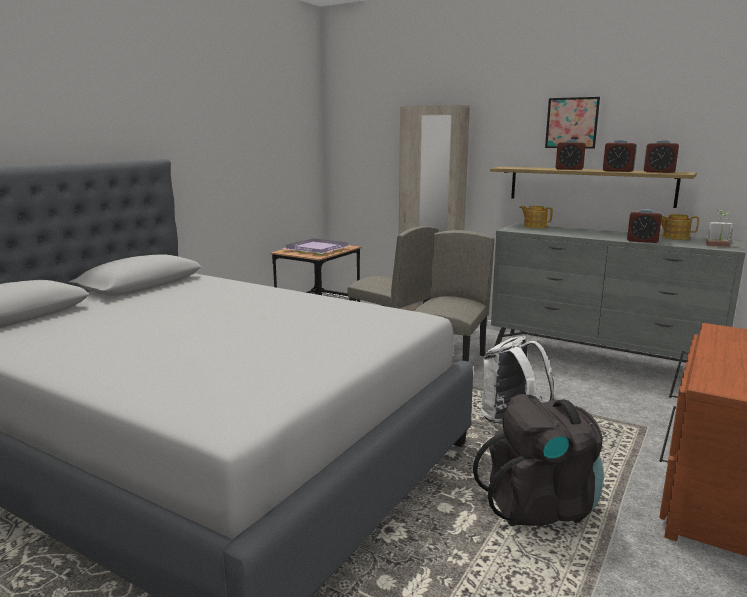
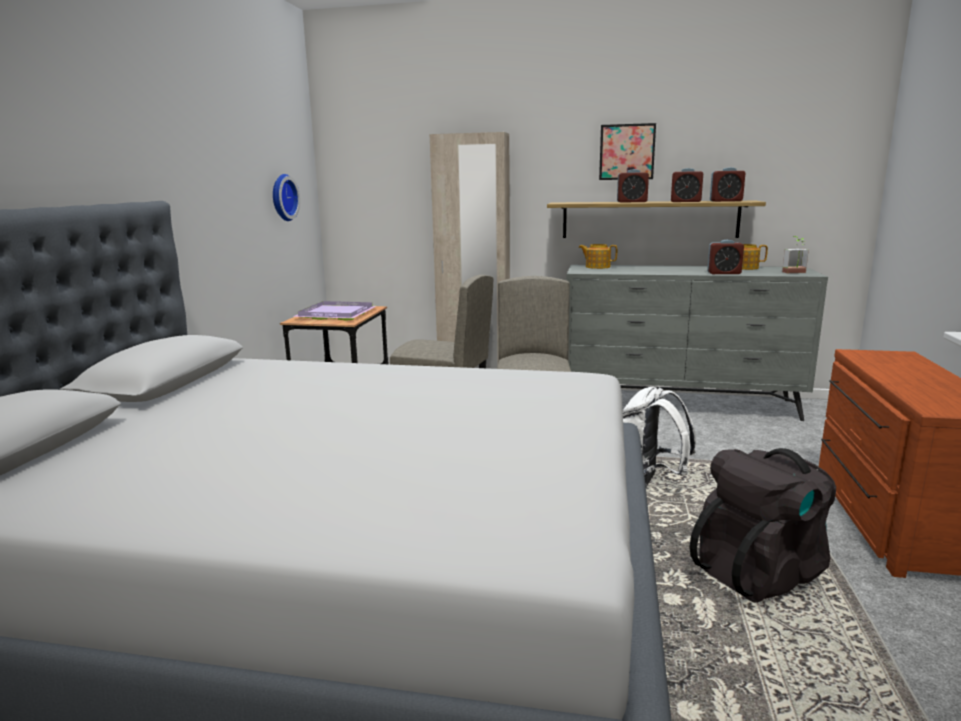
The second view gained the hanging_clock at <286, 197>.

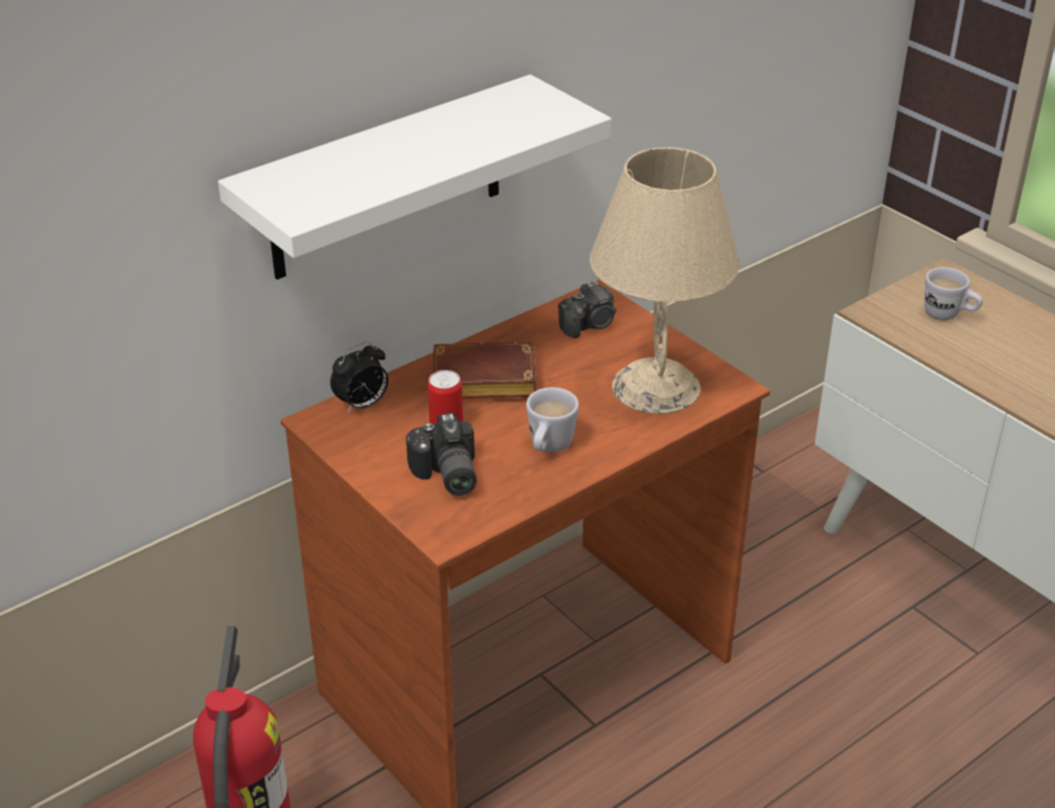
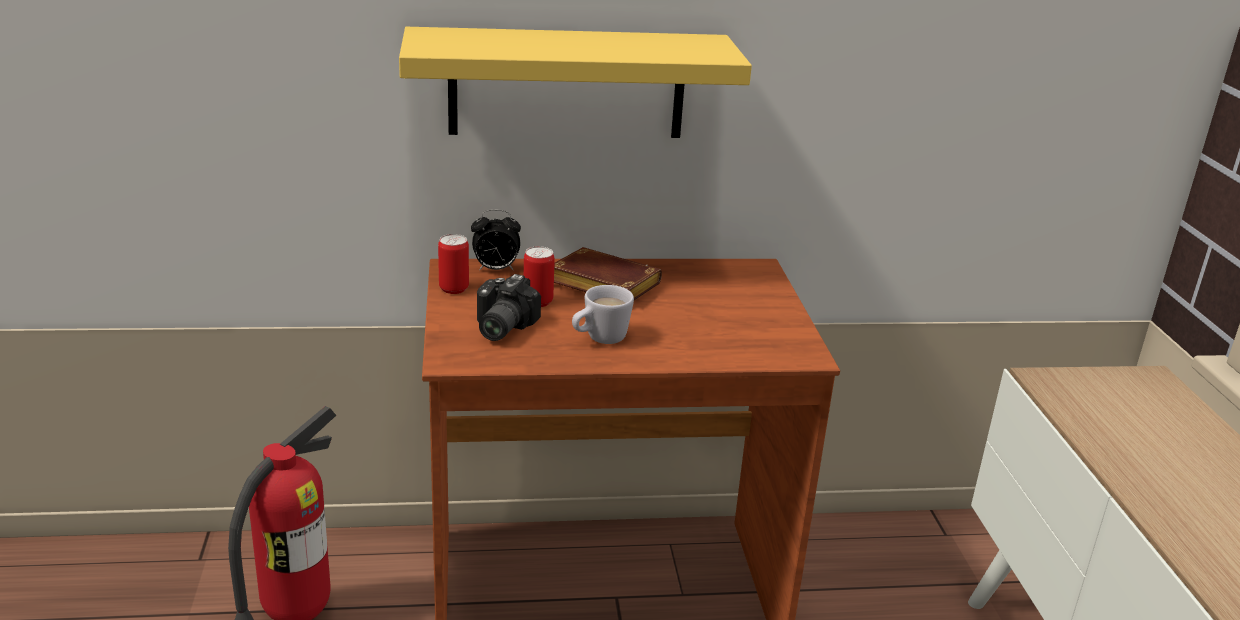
What was the white_wall_shelf at <414, 177> turned into the yellow-coloured_wall_shelf at <575, 82>. The second view lost the still_camera at <587, 309>. The second view lost the beige-coloured_tabletop_lamp at <664, 280>. The second view lost the white_coffee_mug at <954, 293>. The second view gained the sealed_can at <453, 264>.

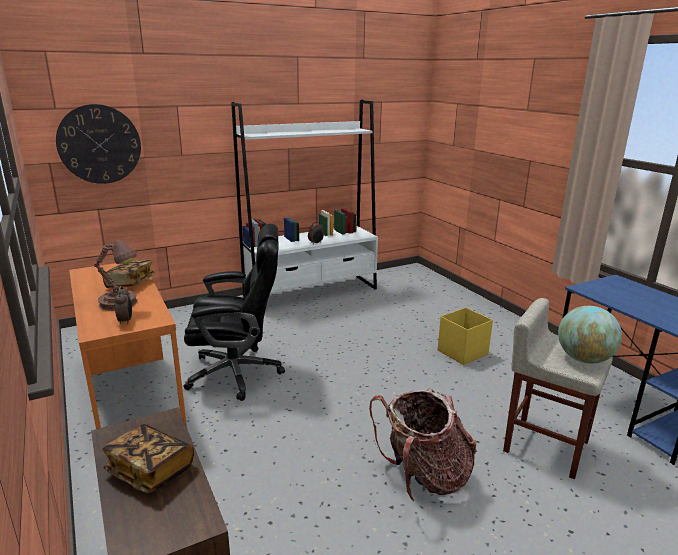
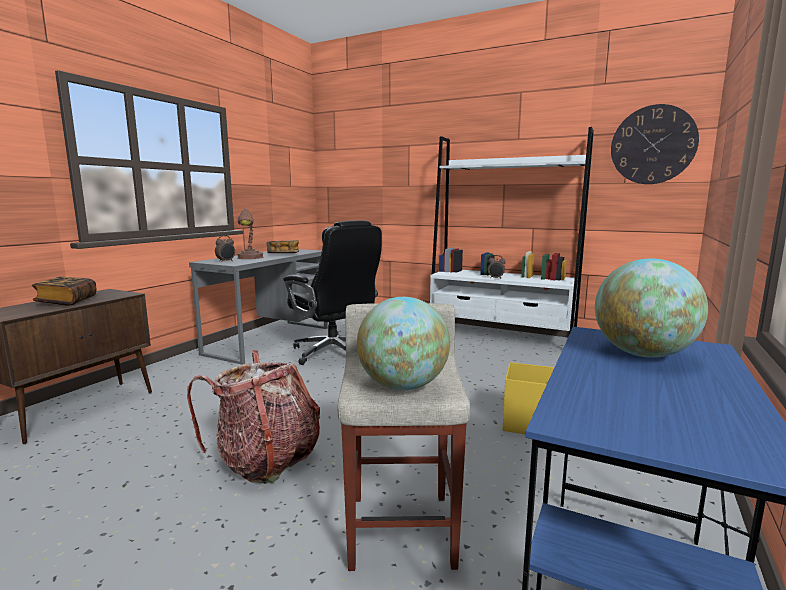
The hanging_clock ended up elsewhere, having gone from <98, 144> to <655, 144>. What was the orangey_desk_table at <128, 346> turned into the greyish_desk_table at <258, 307>. The second view gained the desk_globe at <651, 308>.

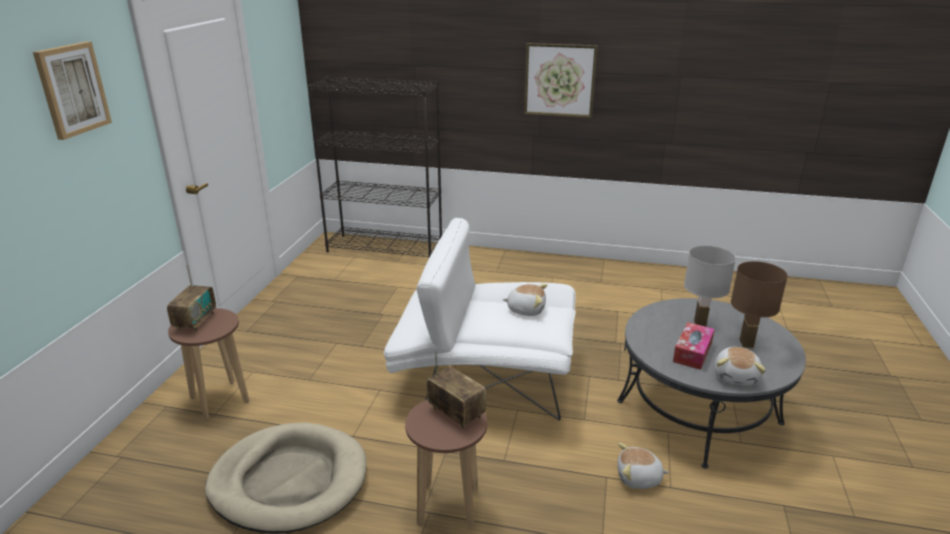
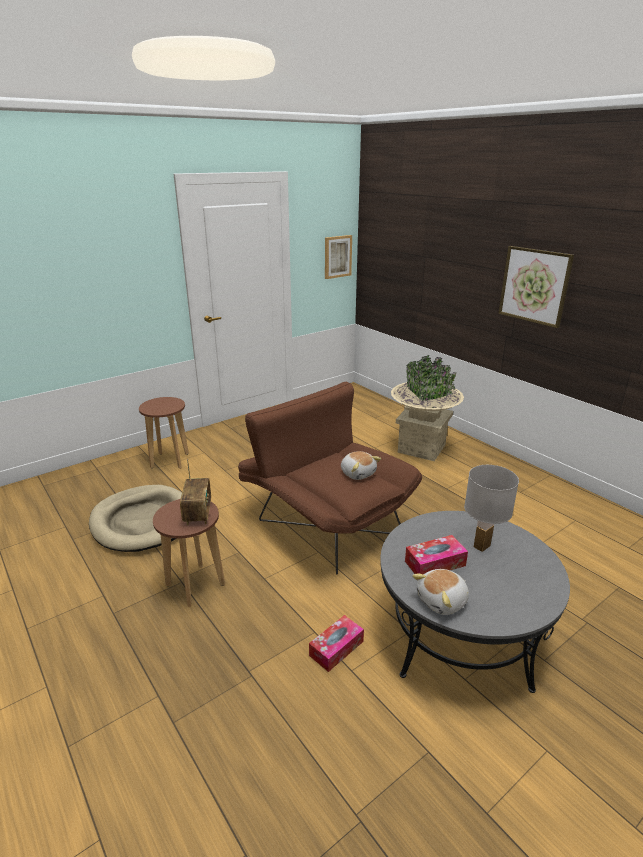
The picture ended up elsewhere, having gone from <72, 91> to <338, 257>. The second view lost the radio_receiver at <191, 298>. The second view lost the black_shelving_unit at <374, 167>. What was the white_lounge_chair at <480, 319> turned into the brown-coloured_lounge_chair at <330, 478>. Where the soft_toy stood at <643, 466>, the tissue_holder came to stand at <336, 643>. The second view lost the brown-coloured_tabletop_lamp at <759, 304>. The second view gained the beige-coloured_planter at <427, 408>.

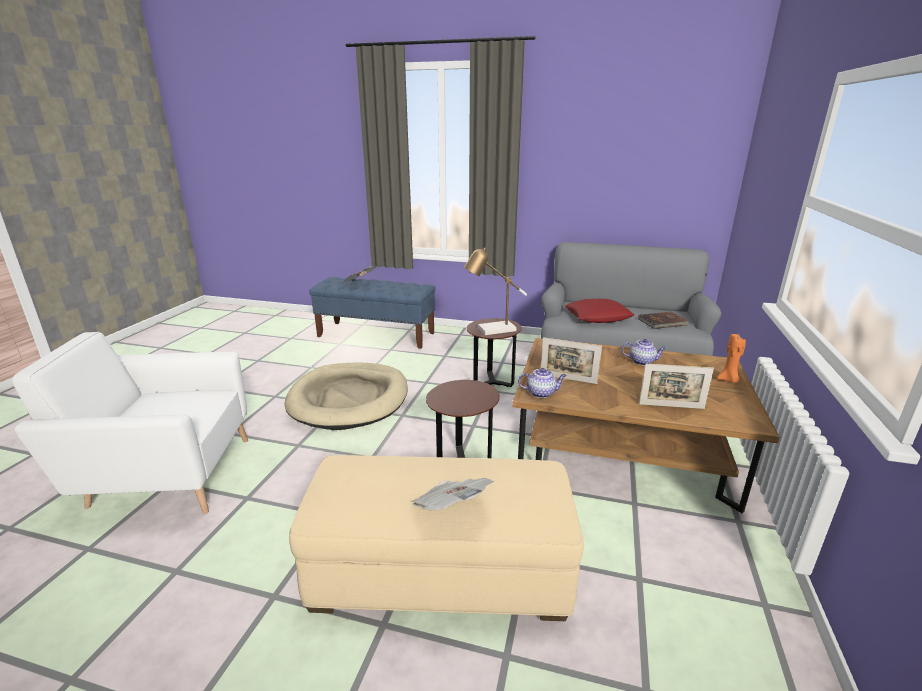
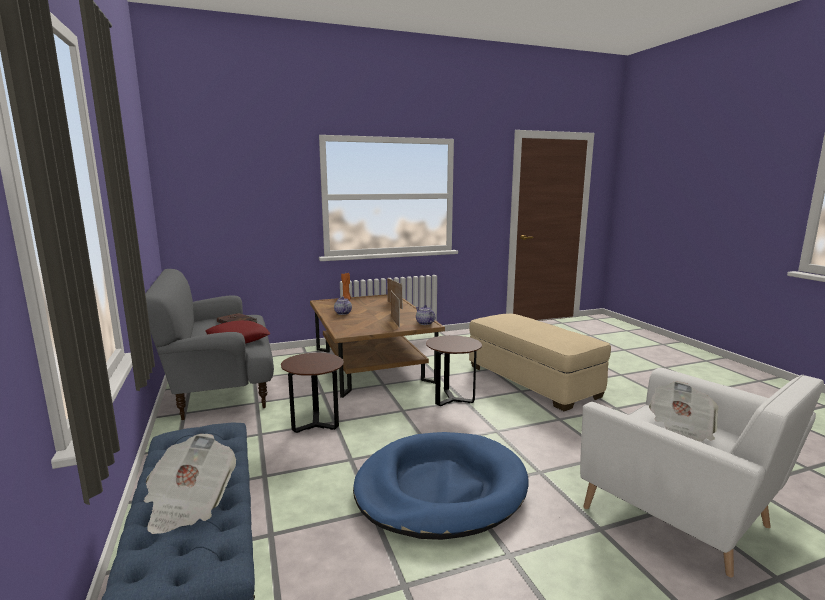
What was the beige-coloured_dog_bed at <346, 396> turned into the blue_dog_bed at <441, 486>. The printed_paper ended up elsewhere, having gone from <452, 494> to <684, 411>. The second view lost the tabletop_lamp at <495, 291>.

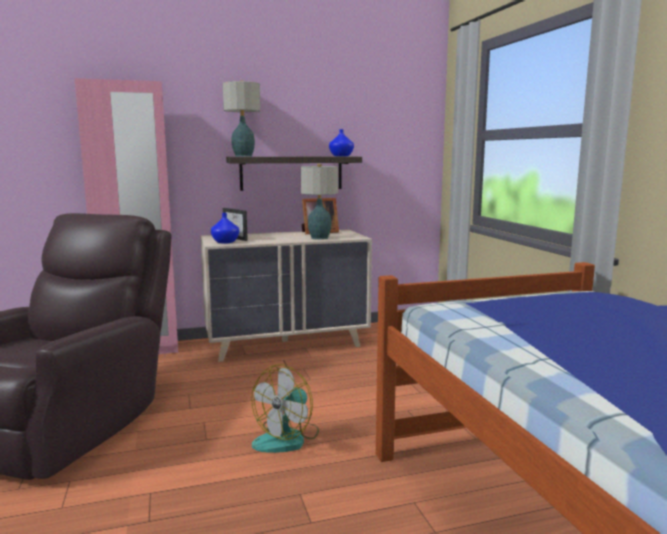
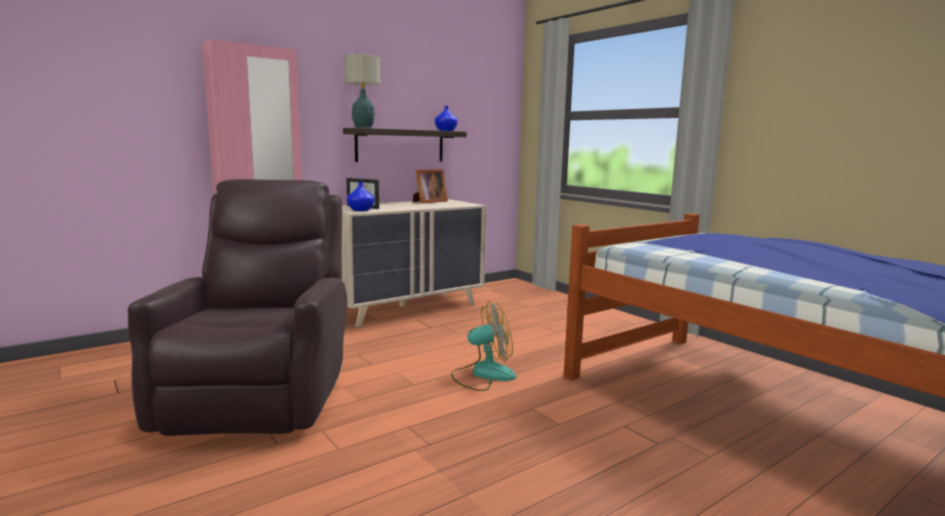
The cooling_fan at <285, 409> ended up facing another way, 120 degrees counterclockwise from before. The second view lost the tabletop_lamp at <319, 202>.

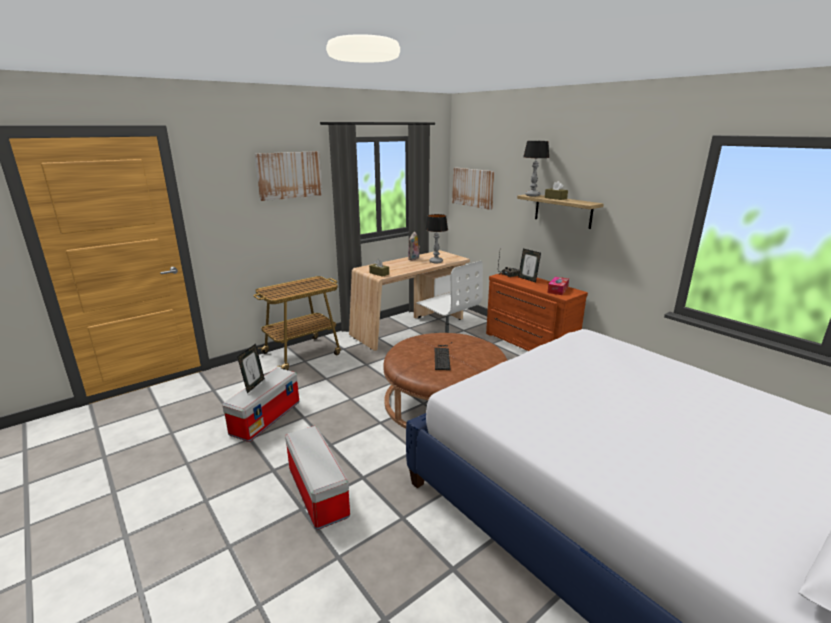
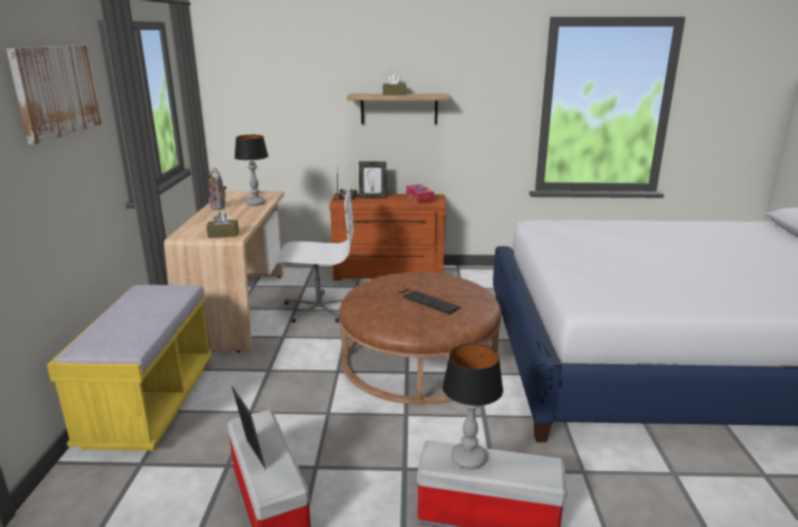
Where the cart stood at <297, 323>, the yellow-coloured_long_seat came to stand at <129, 368>. The second view lost the picture at <473, 188>. The tabletop_lamp ended up elsewhere, having gone from <536, 168> to <472, 406>.

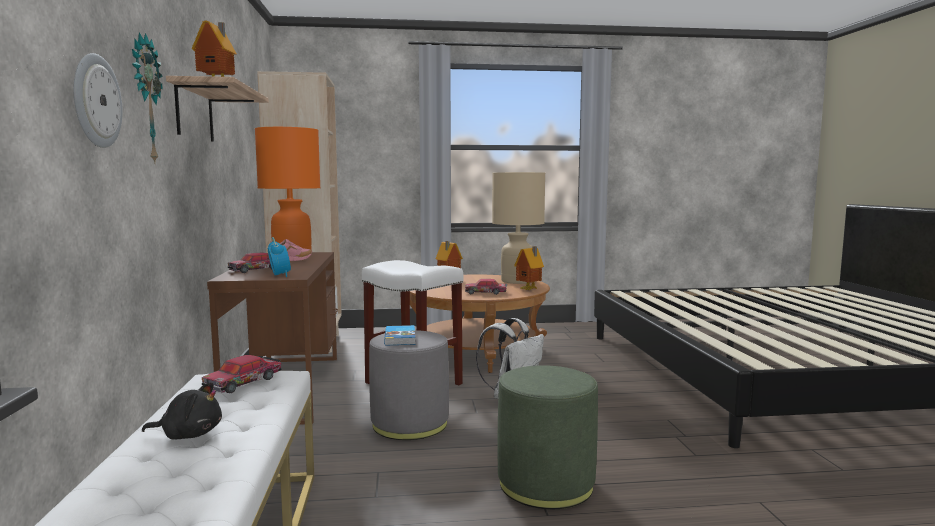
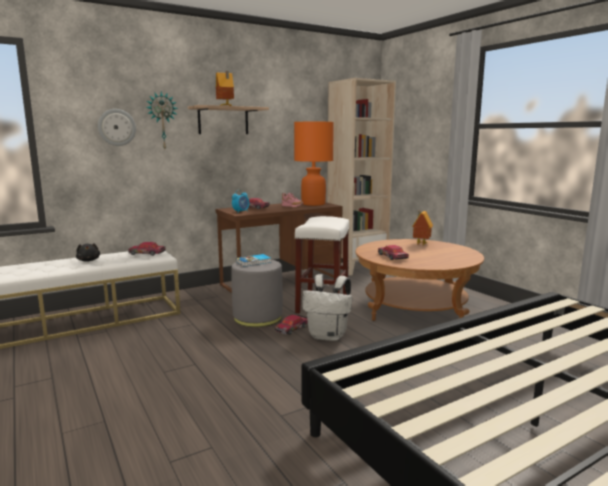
The second view lost the beige-coloured_tabletop_lamp at <518, 228>. The second view lost the greenish_pouffe at <548, 437>. The second view lost the toy_house at <529, 268>. The second view gained the miniature_car at <291, 325>.

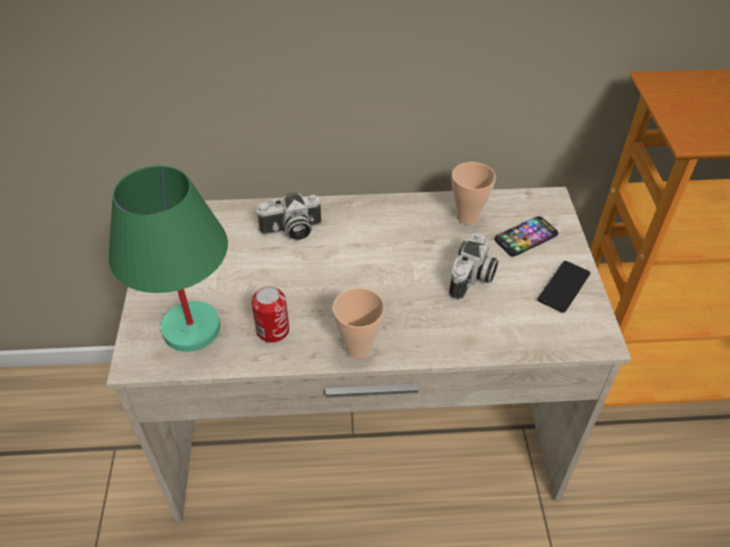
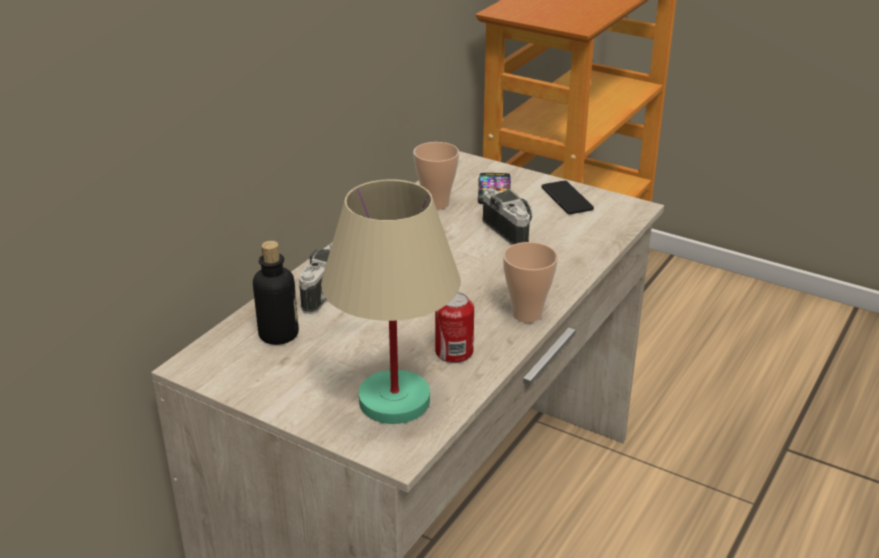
What was the greenish_tabletop_lamp at <168, 258> turned into the beige-coloured_tabletop_lamp at <391, 302>. The second view gained the beverage_bottle at <276, 293>.

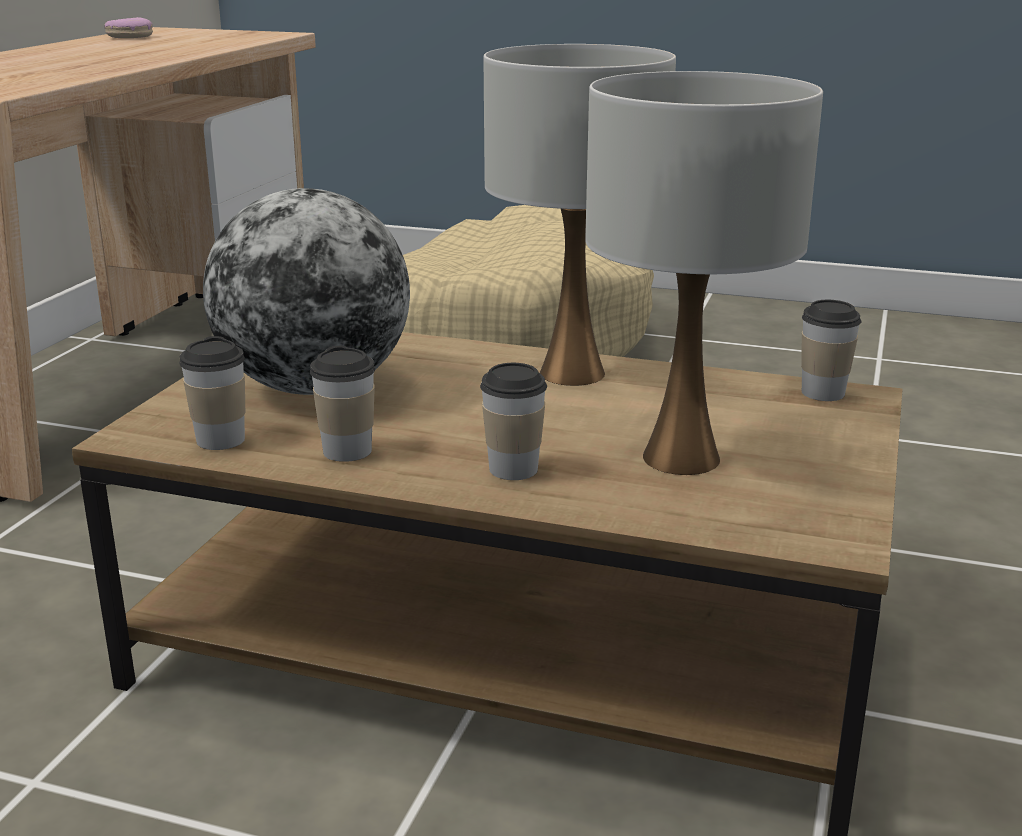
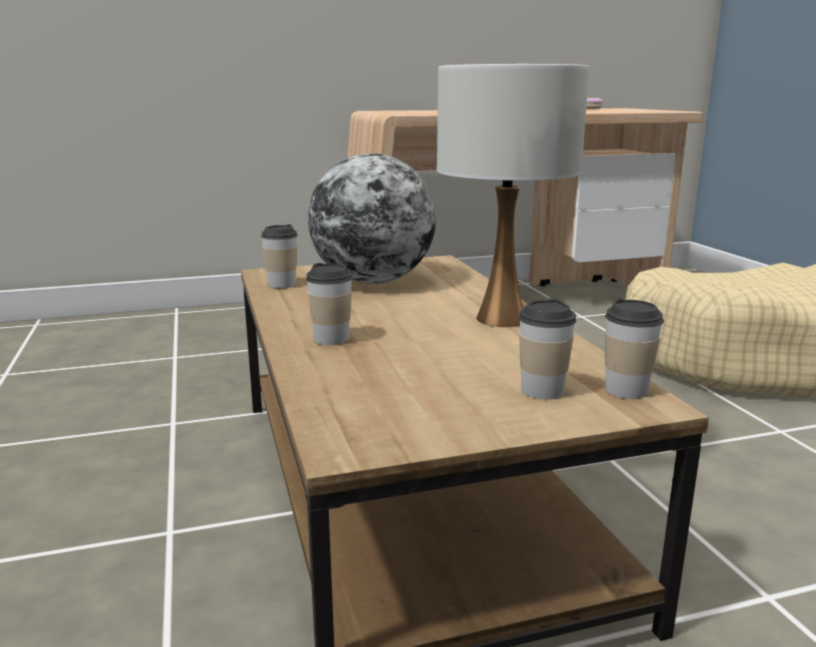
The drinking_cup ended up elsewhere, having gone from <342, 404> to <547, 348>. The second view lost the white_tabletop_lamp at <704, 273>.

